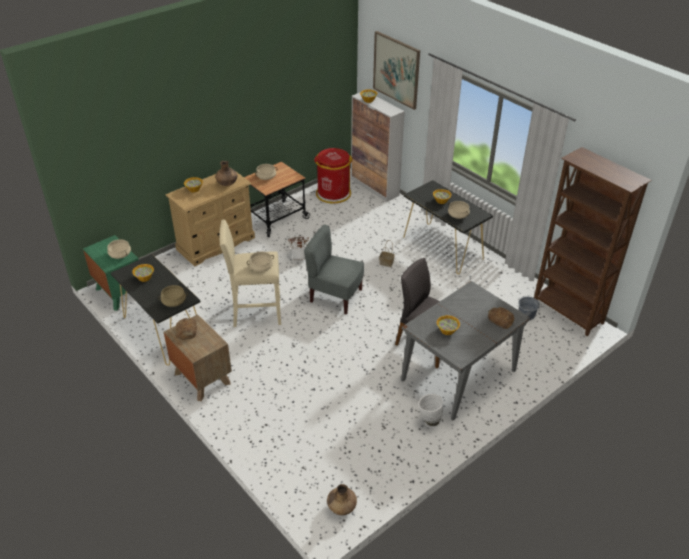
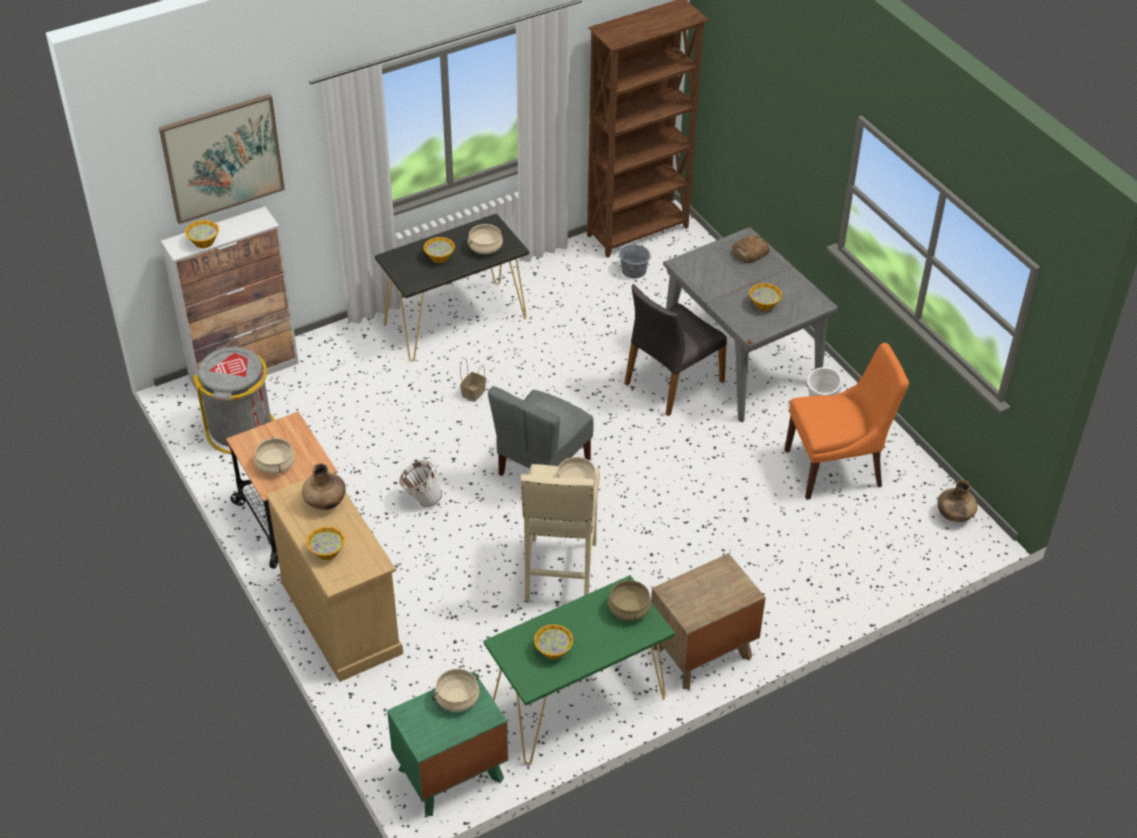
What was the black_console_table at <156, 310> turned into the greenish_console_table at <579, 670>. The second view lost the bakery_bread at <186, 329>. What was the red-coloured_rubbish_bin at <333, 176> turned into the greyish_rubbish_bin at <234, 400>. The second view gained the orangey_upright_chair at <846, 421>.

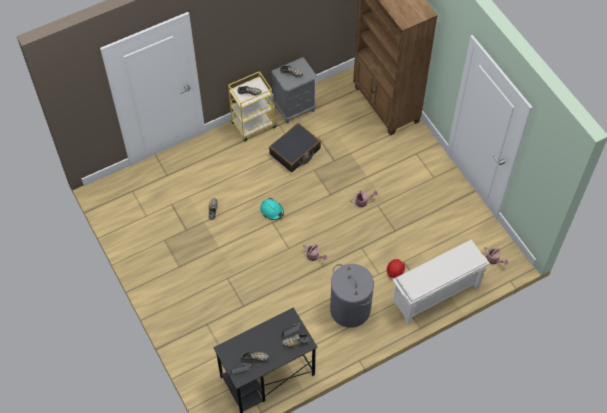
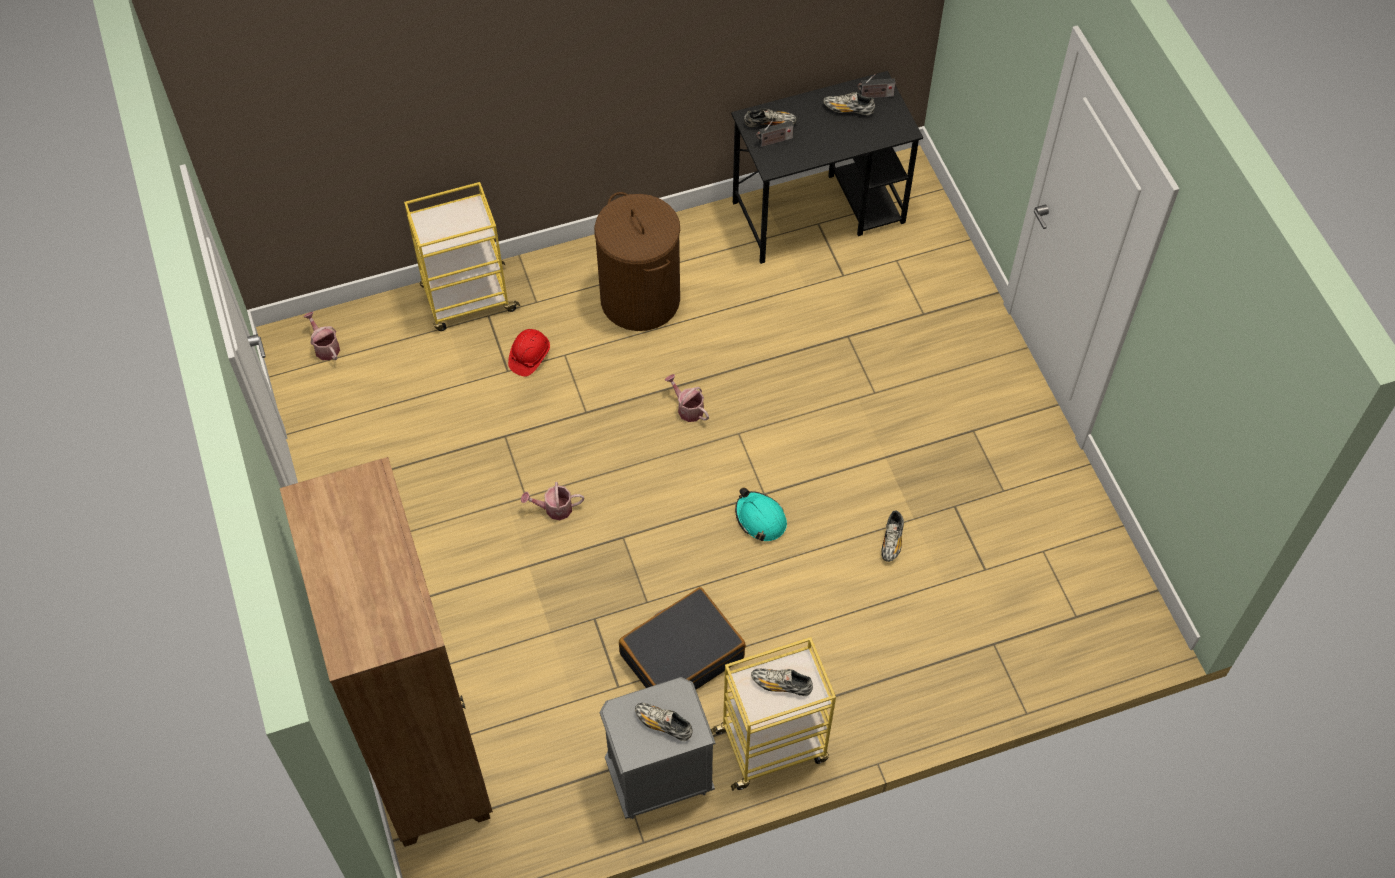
What was the greyish_washing_basket at <352, 296> turned into the brown-coloured_washing_basket at <637, 261>. Where the white_shoe_rack stood at <441, 282>, the yellow-coloured_cart came to stand at <462, 256>.

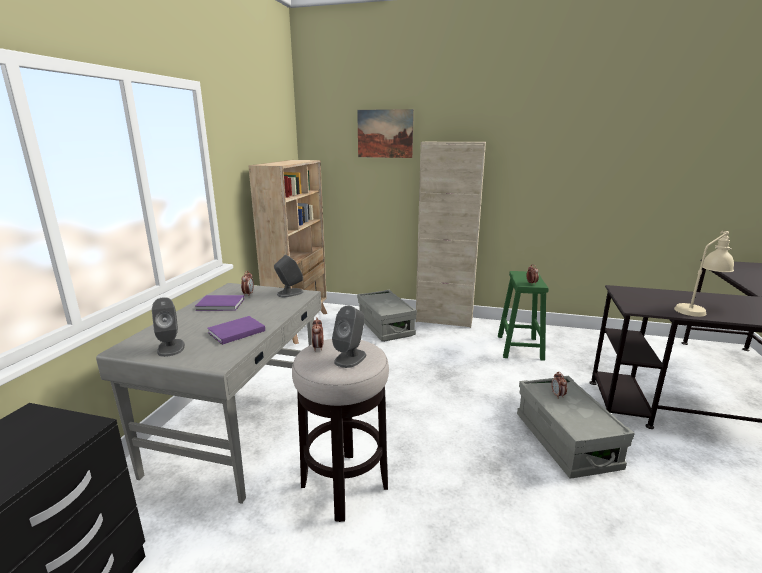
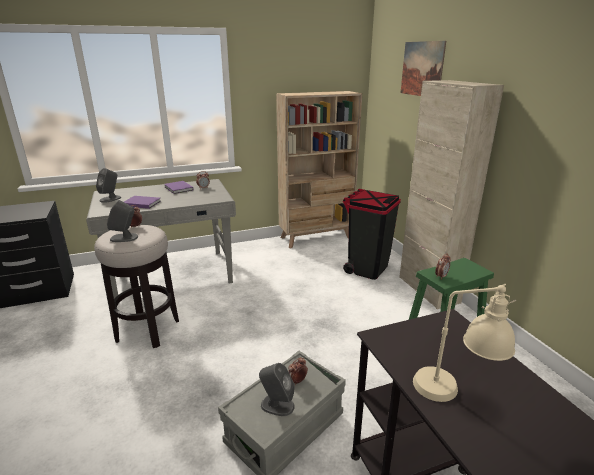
The greyish_loudspeaker ended up elsewhere, having gone from <288, 275> to <277, 389>. Where the greyish_storage_container stood at <387, 316>, the black_rubbish_bin came to stand at <372, 234>.

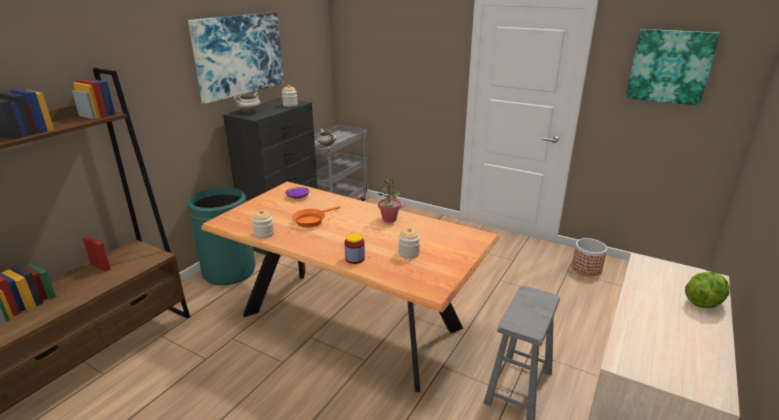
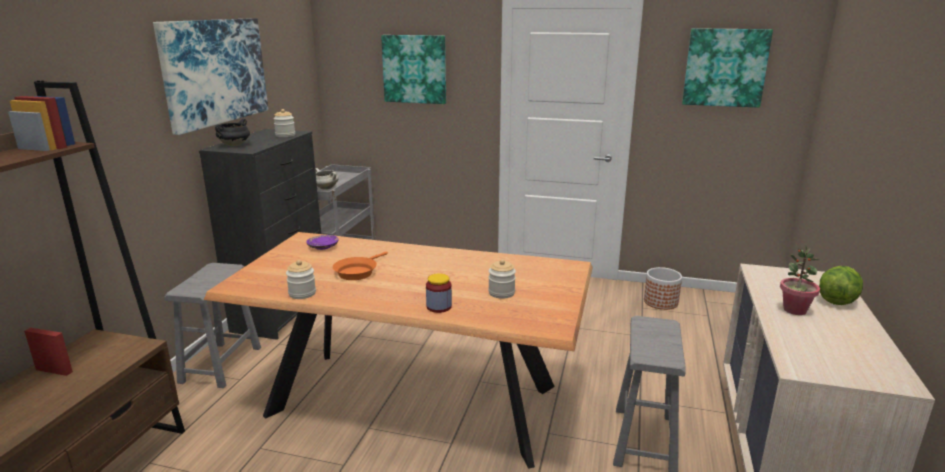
Where the greenish_rubbish_bin stood at <222, 236>, the greyish_stool_seat came to stand at <212, 325>. What was the white_stockpot at <247, 102> turned into the black_stockpot at <232, 132>. The potted_plant ended up elsewhere, having gone from <389, 200> to <800, 280>. The second view gained the picture at <413, 69>.

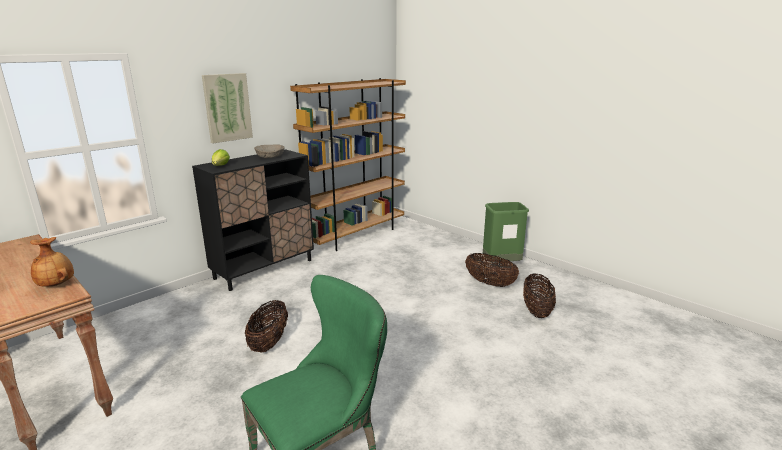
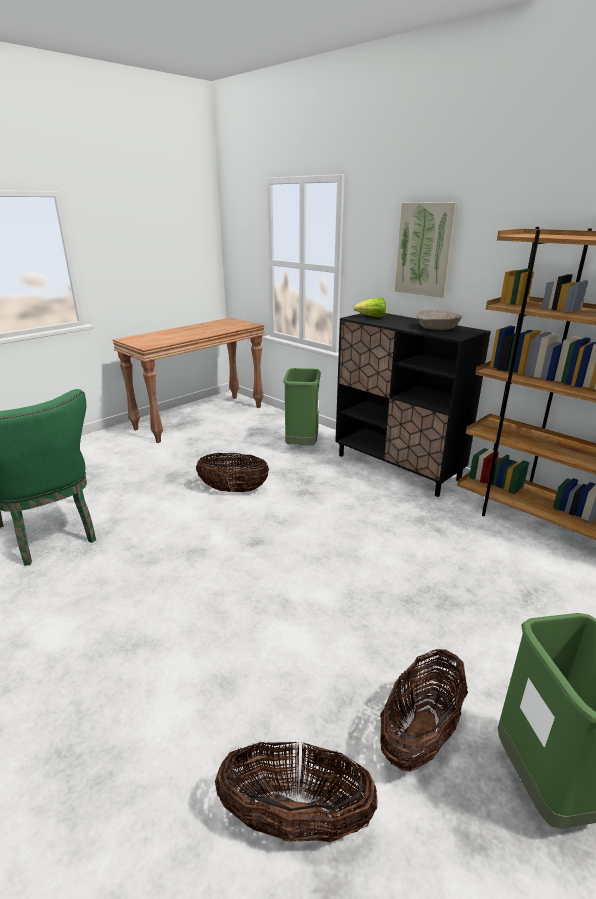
The second view lost the brown-coloured_vase at <52, 262>. The second view gained the greenish_rubbish_bin at <302, 406>.

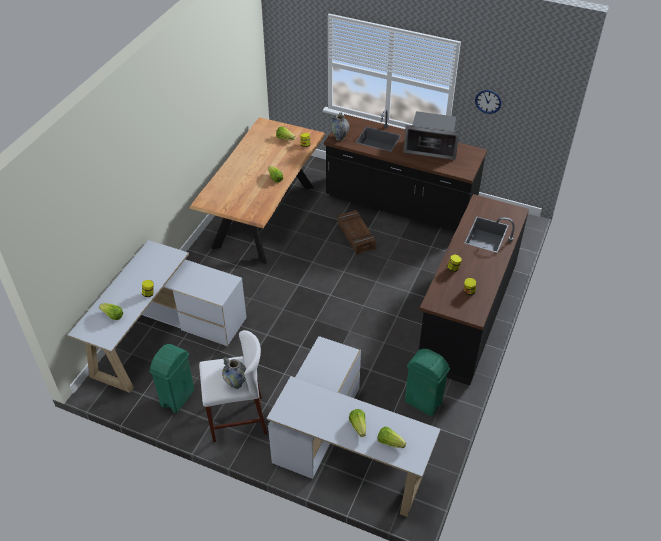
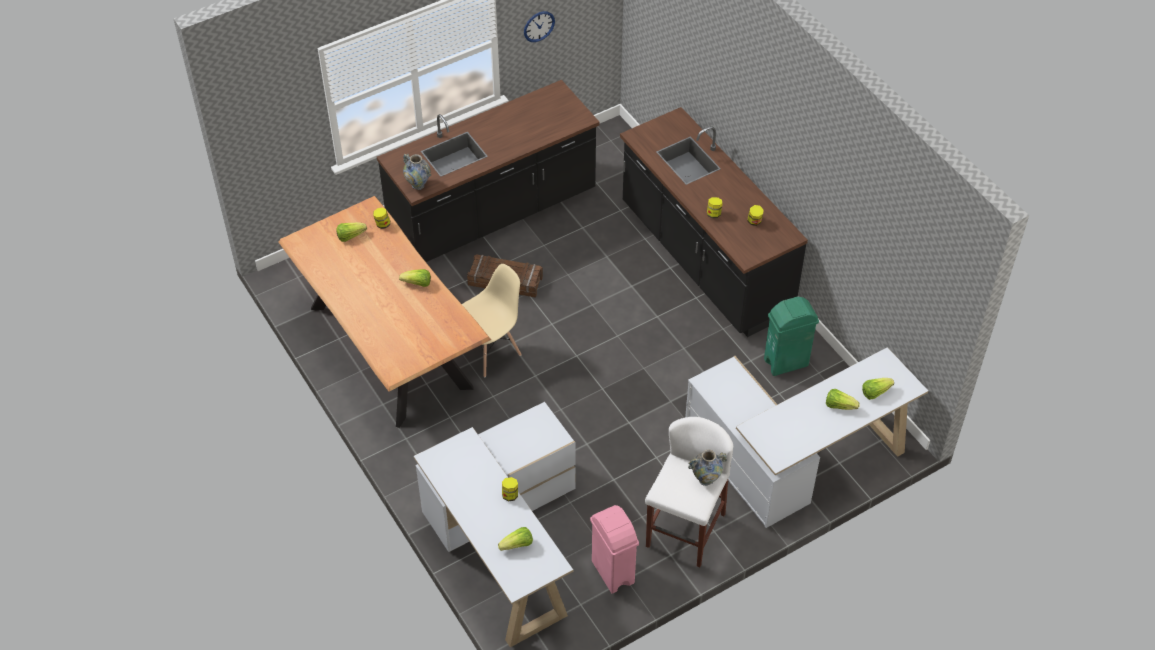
What was the greenish_rubbish_bin at <172, 378> turned into the pink-coloured_rubbish_bin at <614, 549>. The second view lost the microwave_oven at <431, 135>. The second view gained the beige-coloured_upright_chair at <492, 320>.

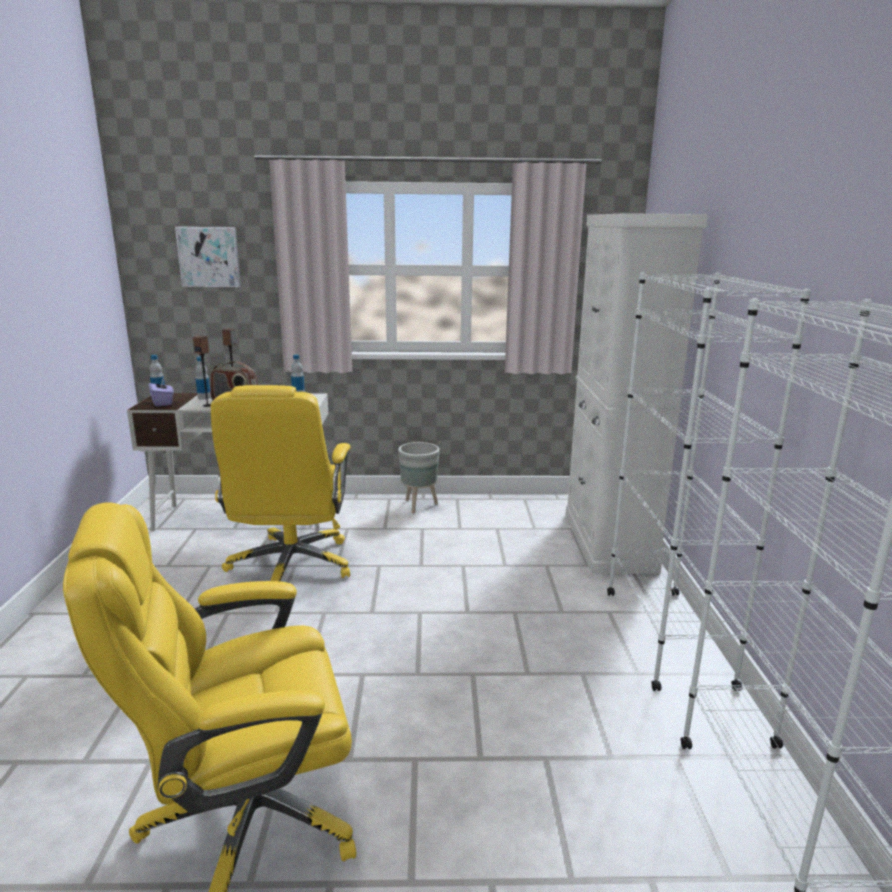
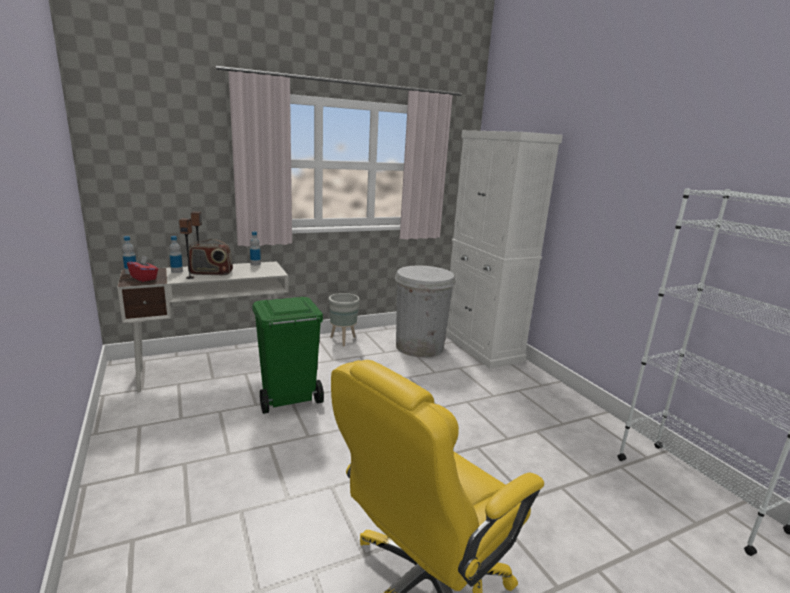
What was the purple-coloured_tissue_holder at <161, 392> turned into the red-coloured_tissue_holder at <142, 268>. The second view lost the picture at <208, 257>. Where the yellow-coloured_office_chair stood at <281, 483>, the greenish_rubbish_bin came to stand at <288, 355>. The second view lost the white_shelving_unit at <709, 481>. The second view gained the white_rubbish_bin at <425, 311>.

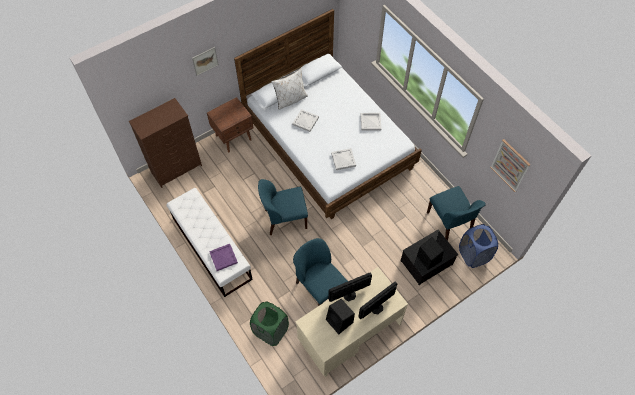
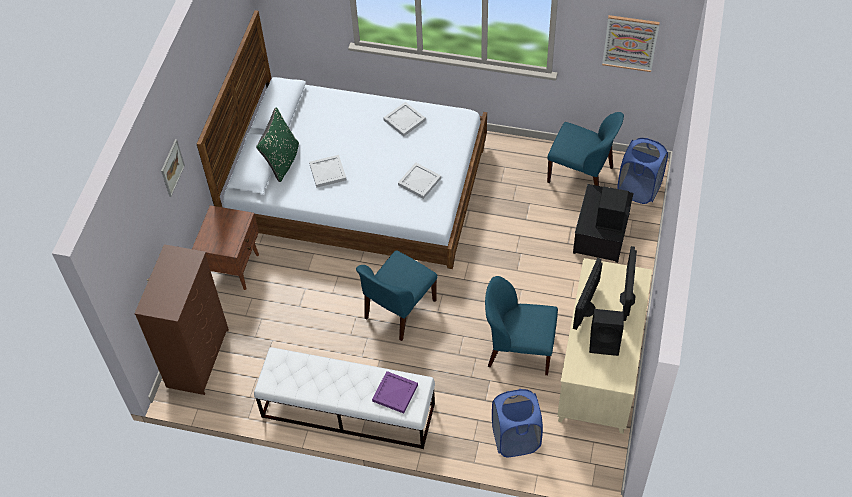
What was the greenish_washing_basket at <269, 323> turned into the blue_washing_basket at <517, 423>. What was the white_pillow at <289, 89> turned into the greenish_pillow at <277, 144>.

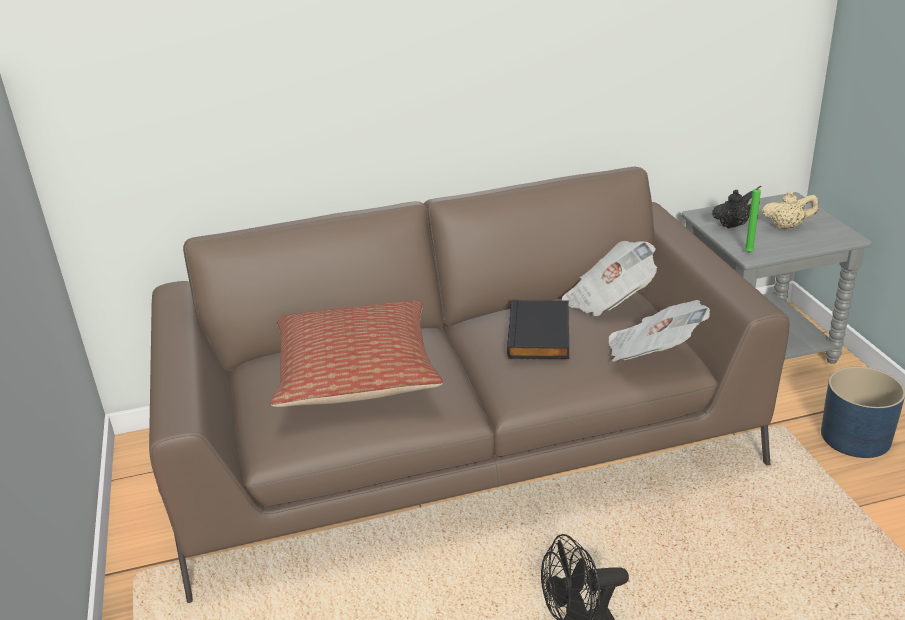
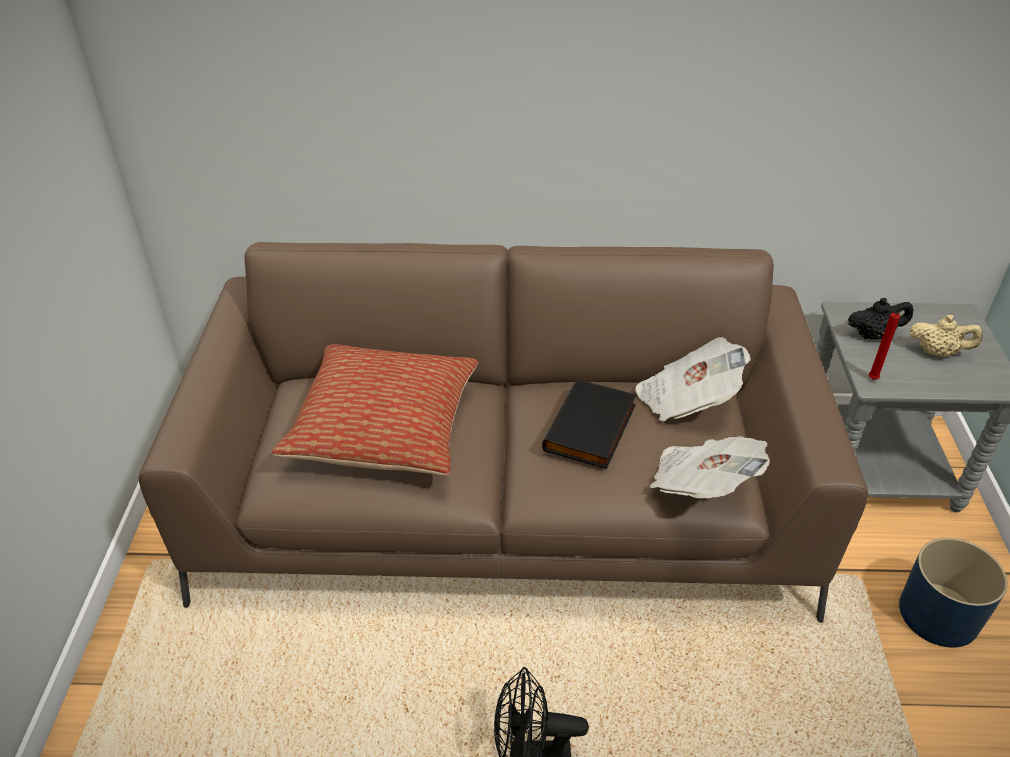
What was the greenish_candle at <753, 219> turned into the red-coloured_candle at <884, 345>.

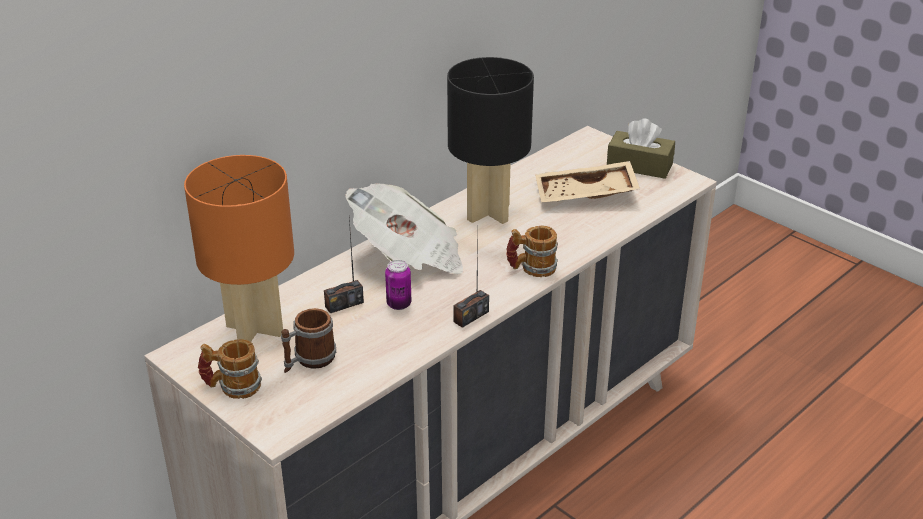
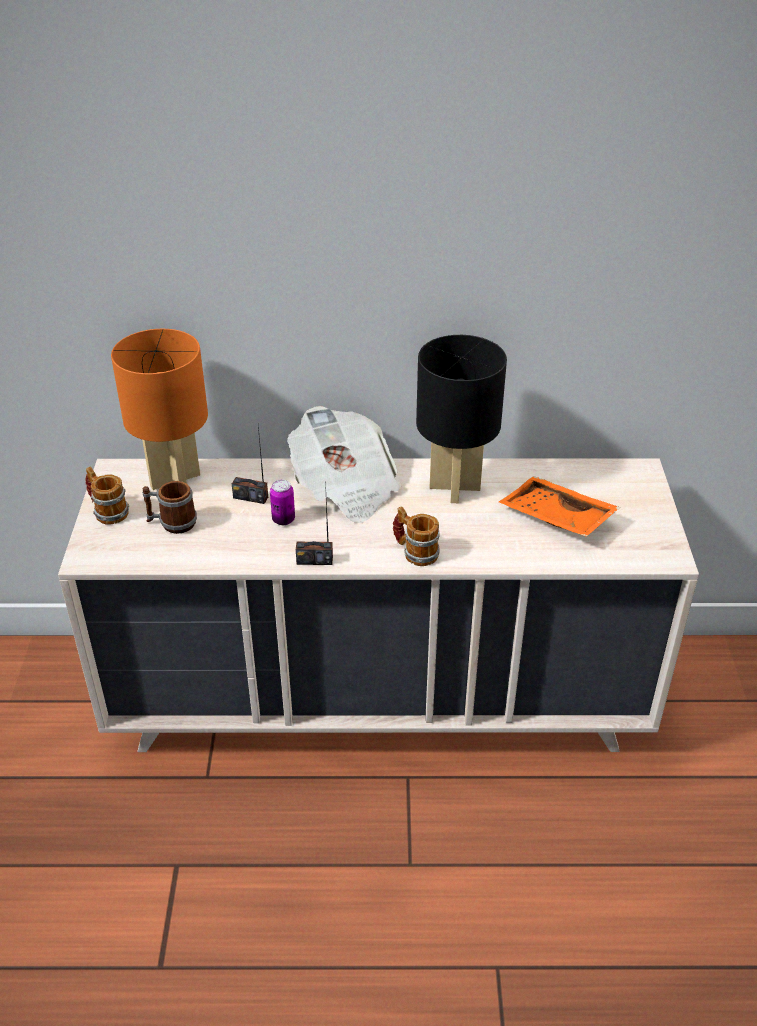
What was the beige-coloured_tray at <587, 182> turned into the orangey_tray at <559, 506>. The second view lost the brown-coloured_tissue_holder at <641, 148>.

